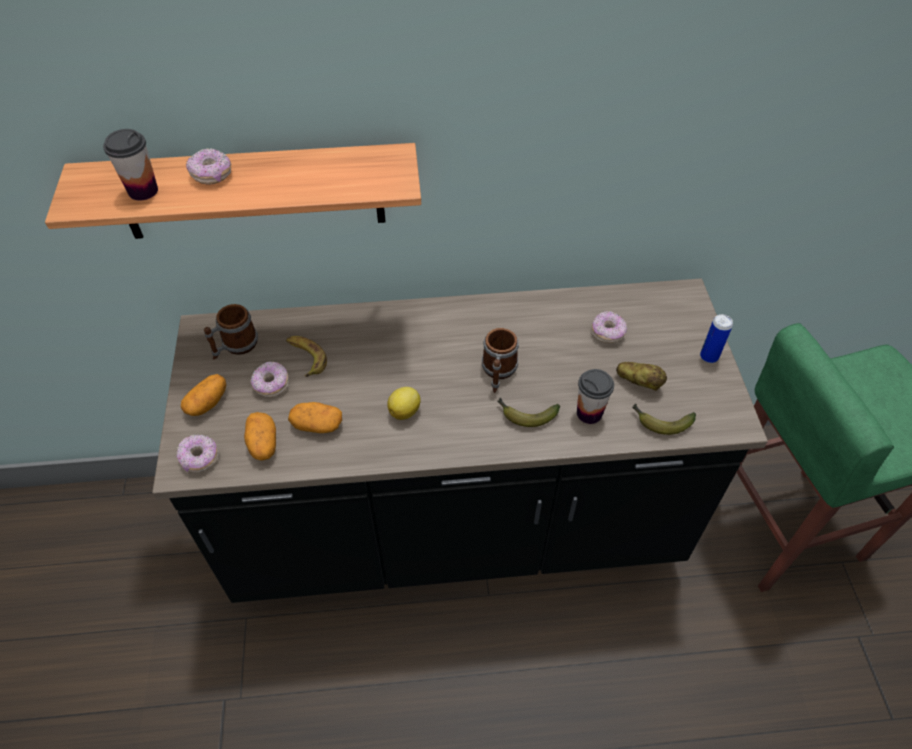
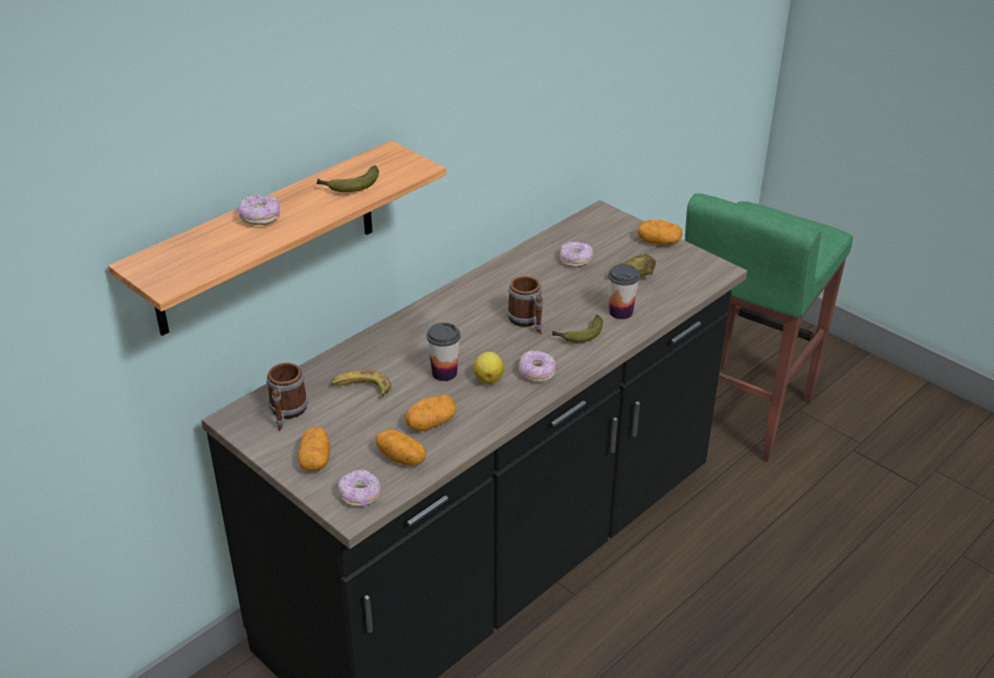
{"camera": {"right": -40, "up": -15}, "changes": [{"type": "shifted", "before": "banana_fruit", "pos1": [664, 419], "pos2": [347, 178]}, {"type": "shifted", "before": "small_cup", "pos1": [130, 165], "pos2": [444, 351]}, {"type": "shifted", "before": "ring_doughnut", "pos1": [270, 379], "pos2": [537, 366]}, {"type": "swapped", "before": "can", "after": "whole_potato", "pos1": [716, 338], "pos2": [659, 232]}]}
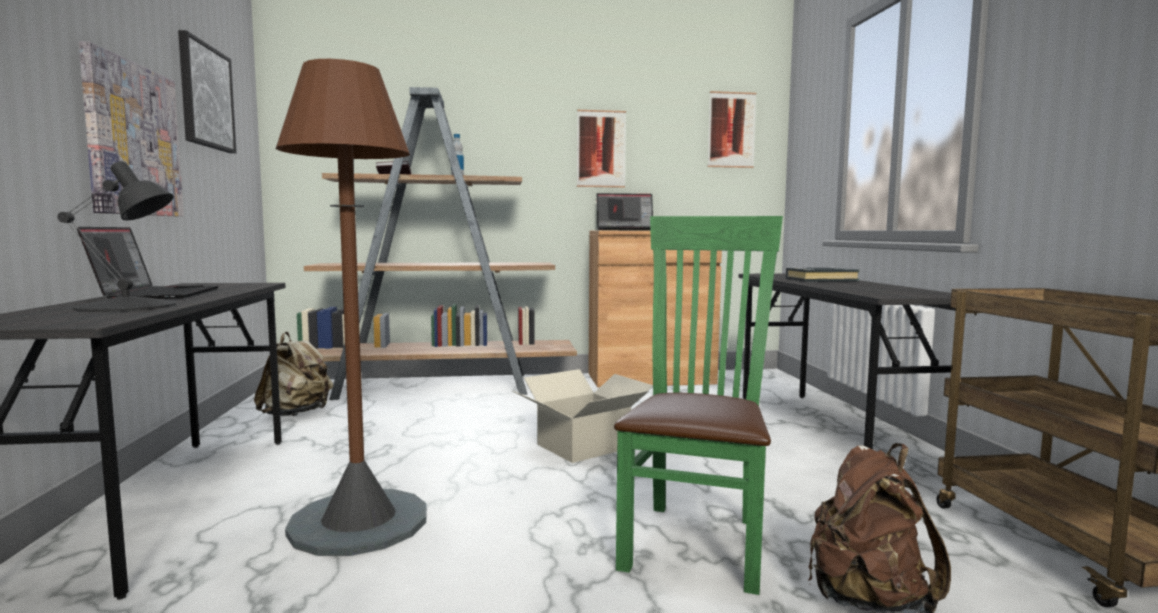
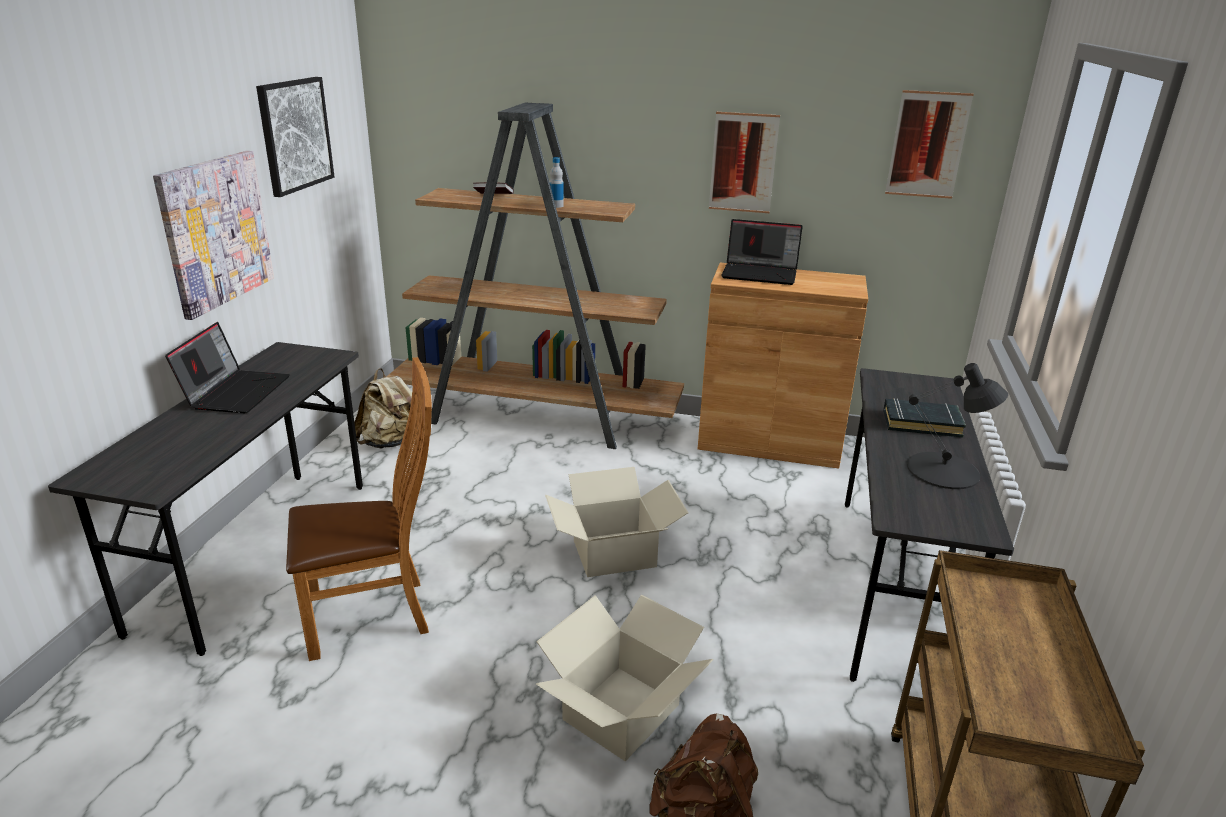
{"camera": {"right": 20, "up": 20}, "changes": [{"type": "swapped", "before": "brown-coloured_standing_lamp", "after": "brown-coloured_plain_chair", "pos1": [351, 307], "pos2": [359, 509]}, {"type": "swapped", "before": "greenish_plain_chair", "after": "cardboard_box", "pos1": [698, 405], "pos2": [624, 678]}, {"type": "shifted", "before": "blackish_table_lamp", "pos1": [116, 236], "pos2": [957, 426]}]}
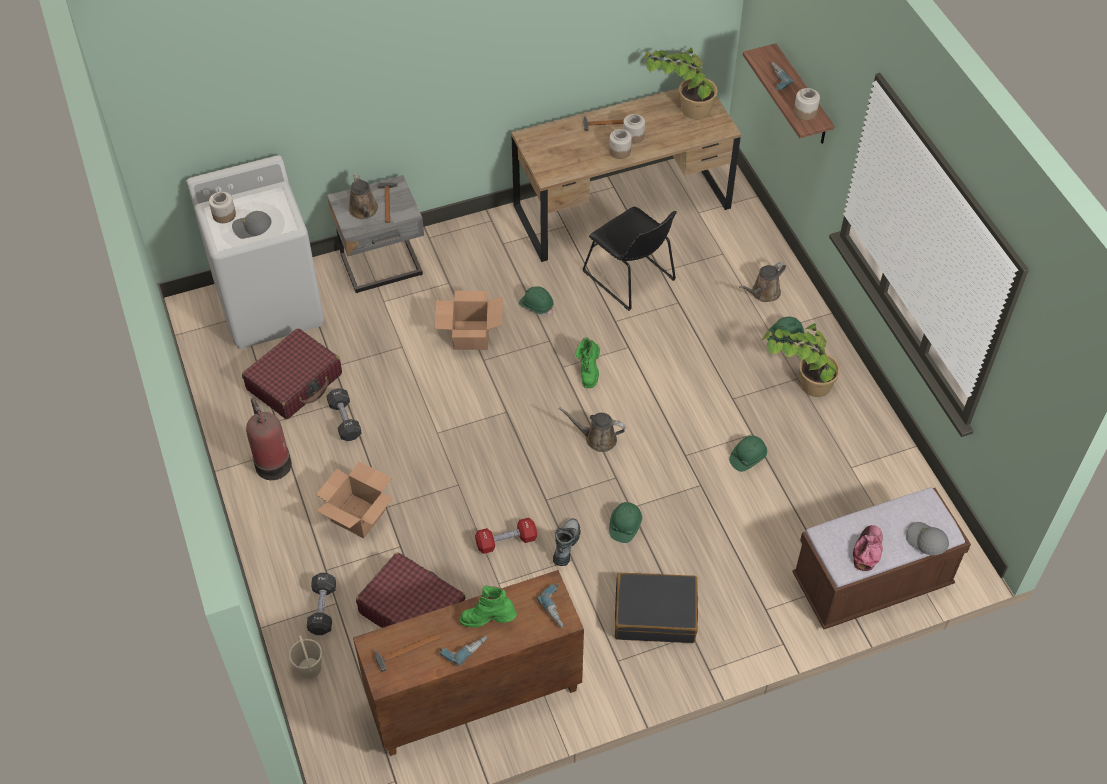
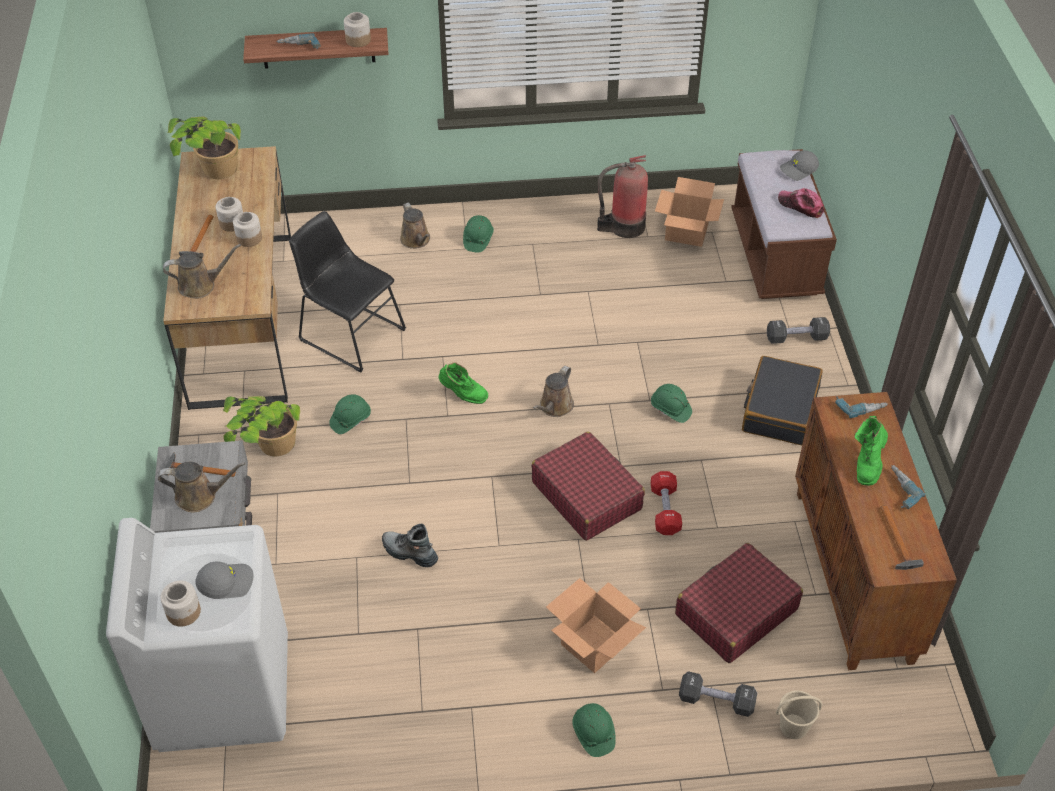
{"camera": {"right": -75, "up": -5}, "changes": [{"type": "new", "after": "brown-coloured_watering_can", "pos2": [202, 271]}, {"type": "rotated", "before": "grey_peaked_cap", "pos1": [251, 225], "pos2": [225, 580], "turn": -120}, {"type": "shifted", "before": "plant_in_a_pot", "pos1": [800, 360], "pos2": [261, 426]}, {"type": "rotated", "before": "blackish_plain_chair", "pos1": [629, 259], "pos2": [347, 291], "turn": -120}, {"type": "shifted", "before": "high-top_boot", "pos1": [566, 542], "pos2": [410, 545]}, {"type": "shifted", "before": "reddish_piece_of_luggage", "pos1": [292, 373], "pos2": [588, 486]}, {"type": "shifted", "before": "greenish_hard_hat", "pos1": [748, 454], "pos2": [594, 730]}, {"type": "shifted", "before": "fire_extinguisher", "pos1": [269, 439], "pos2": [622, 196]}, {"type": "shifted", "before": "cardboard_box", "pos1": [469, 320], "pos2": [689, 212]}, {"type": "shifted", "before": "blackish_hand_weight", "pos1": [344, 414], "pos2": [798, 330]}]}
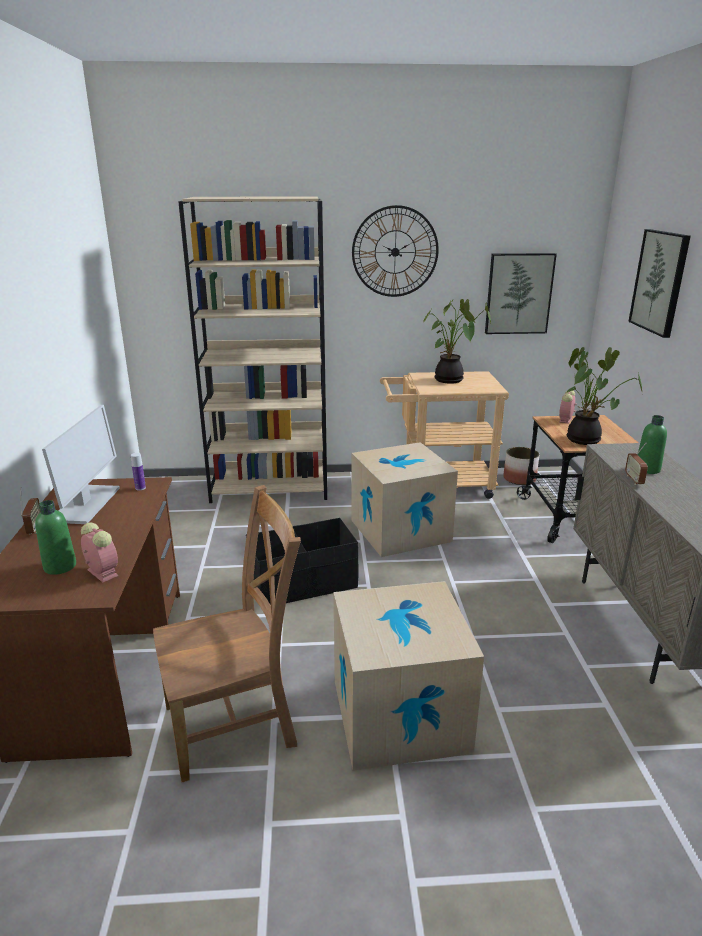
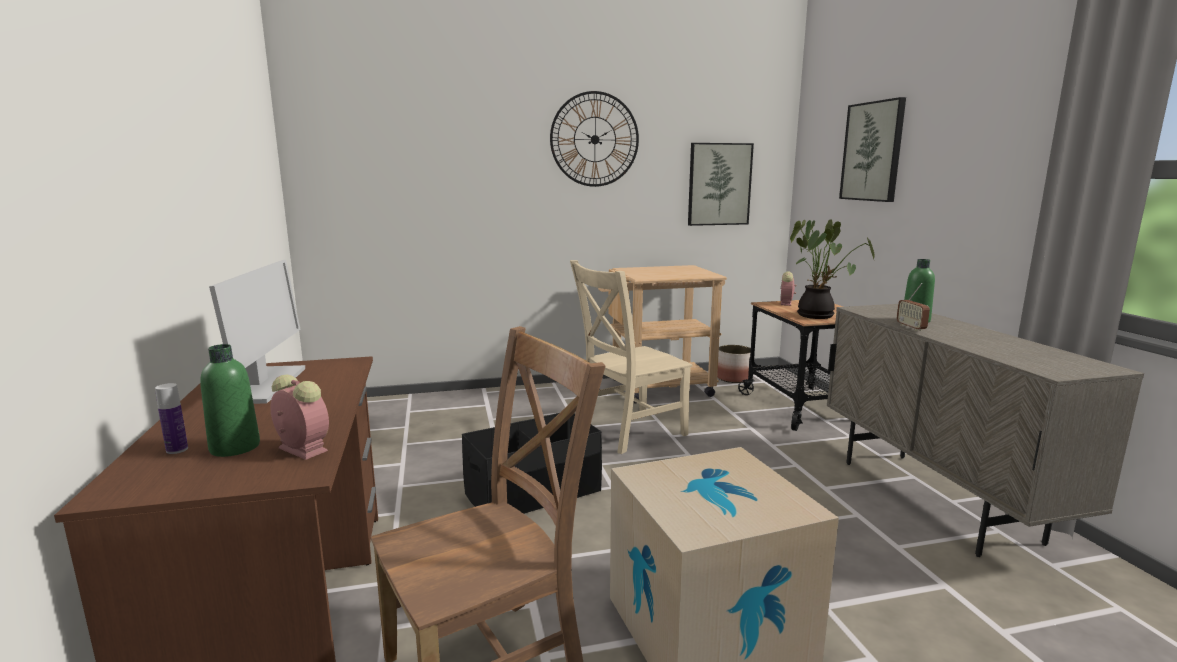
{"camera": {"right": -10, "up": -10}, "changes": [{"type": "shifted", "before": "bottle", "pos1": [138, 471], "pos2": [171, 418]}, {"type": "swapped", "before": "cardboard_box", "after": "beige-coloured_plain_chair", "pos1": [404, 499], "pos2": [631, 357]}, {"type": "gone", "before": "radio_set", "pos1": [30, 511]}, {"type": "gone", "before": "beige-coloured_shelving_unit", "pos1": [252, 349]}, {"type": "gone", "before": "plant_in_a_pot", "pos1": [457, 341]}]}
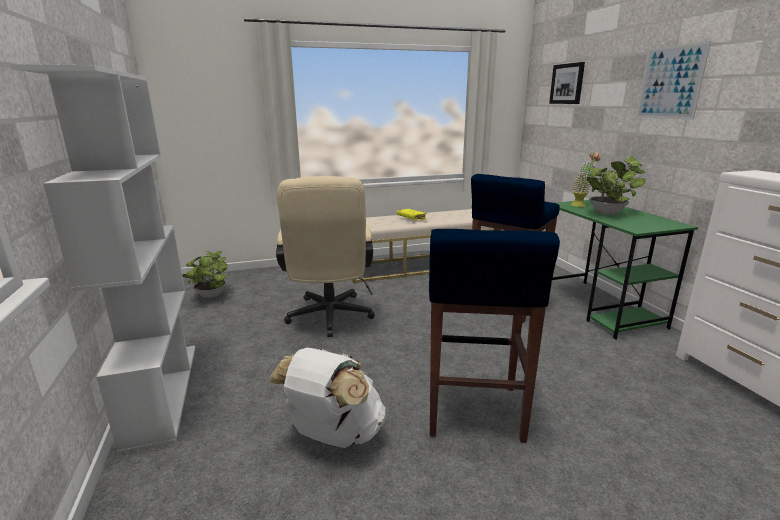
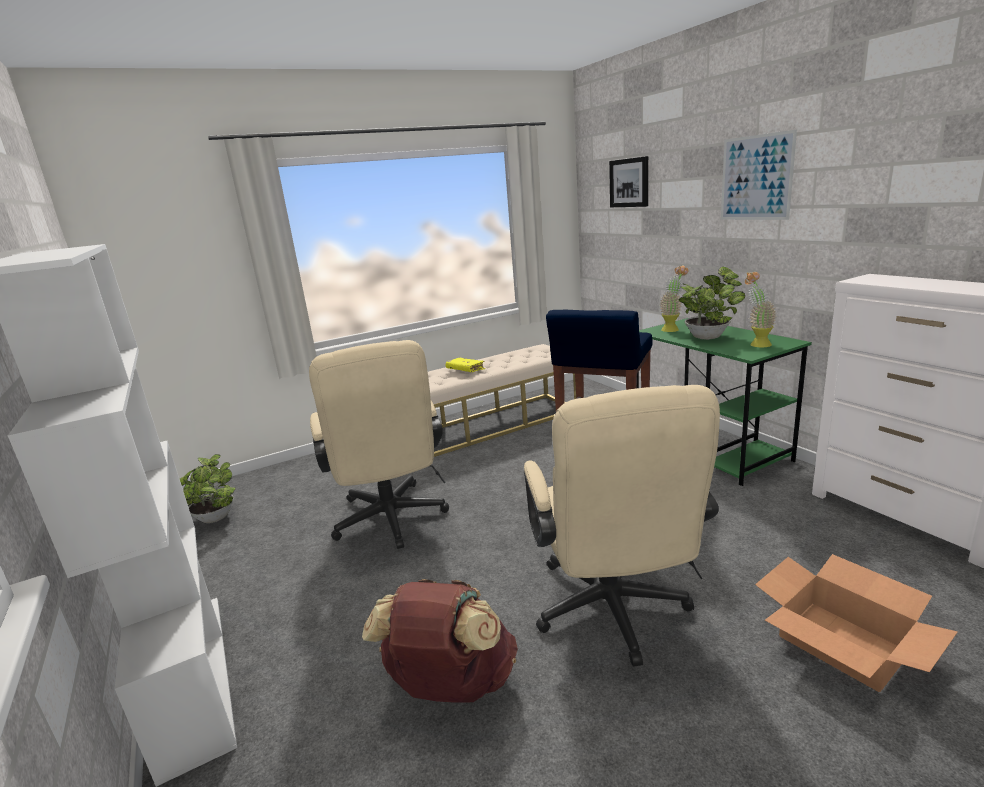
{"camera": {"right": -10, "up": 0}, "changes": [{"type": "repainted", "before": "whitish_knapsack", "after": "brown-coloured_knapsack", "pos1": [327, 398], "pos2": [440, 641]}, {"type": "swapped", "before": "blue_stool_seat", "after": "beige-coloured_office_chair", "pos1": [494, 336], "pos2": [622, 526]}, {"type": "new", "after": "plant_in_a_pot", "pos2": [760, 309]}, {"type": "new", "after": "cardboard_box", "pos2": [856, 623]}]}
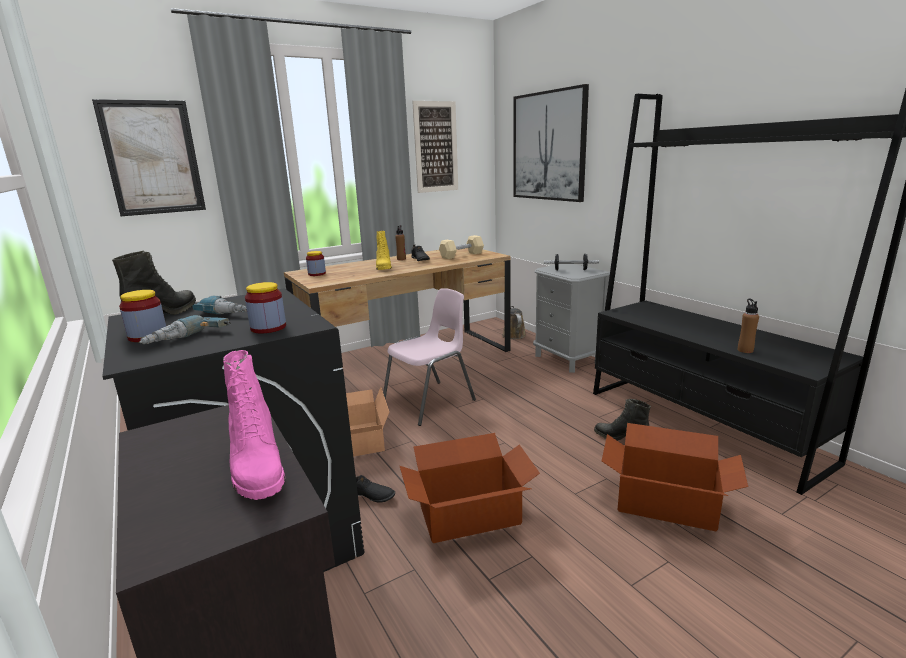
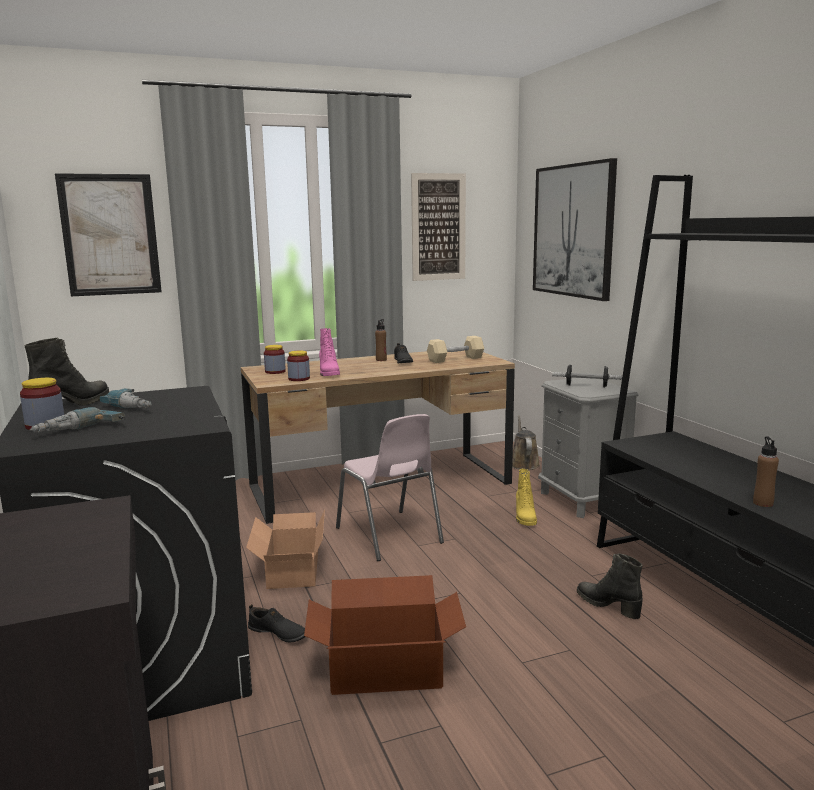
{"camera": {"right": 10, "up": -5}, "changes": [{"type": "shifted", "before": "preserve_jar", "pos1": [265, 307], "pos2": [298, 366]}, {"type": "shifted", "before": "pink_high-top_boot", "pos1": [254, 425], "pos2": [329, 352]}, {"type": "rotated", "before": "pink_plain_chair", "pos1": [429, 357], "pos2": [390, 487], "turn": 90}, {"type": "shifted", "before": "yellow-coloured_high-top_boot", "pos1": [384, 250], "pos2": [526, 497]}, {"type": "gone", "before": "cardboard_box", "pos1": [675, 477]}]}
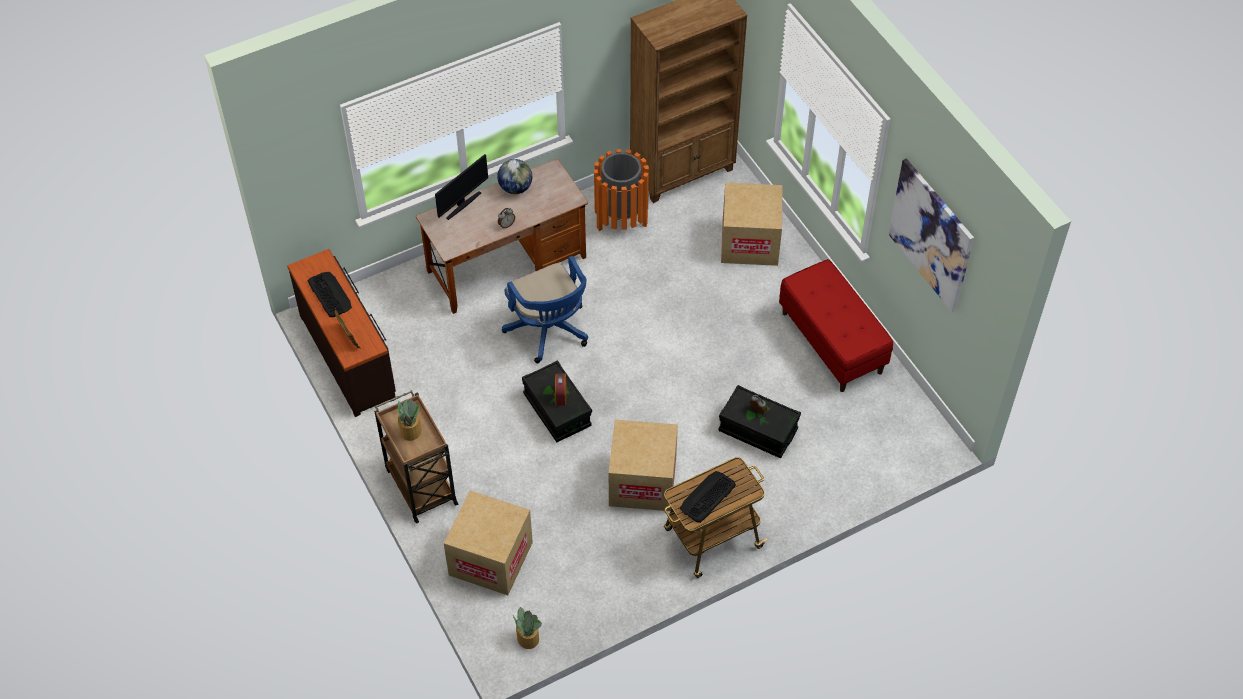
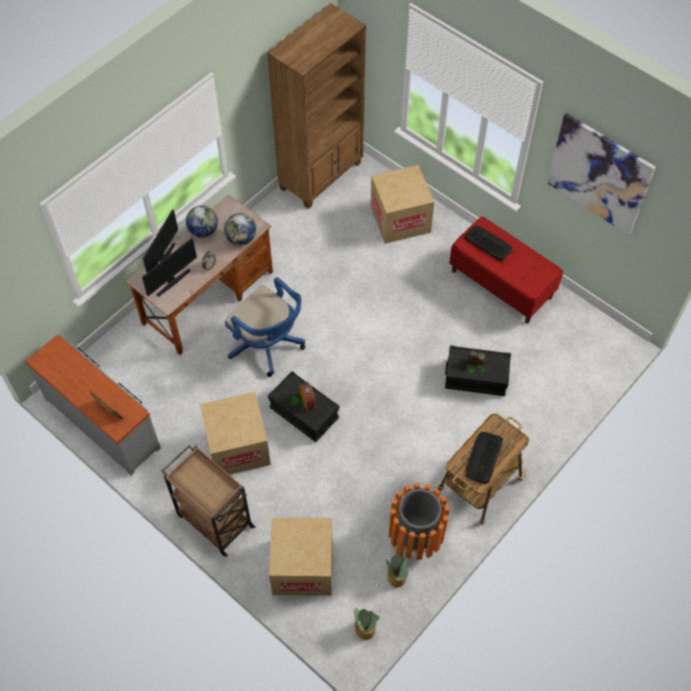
{"camera": {"right": -20, "up": 5}, "changes": [{"type": "repainted", "before": "brown-coloured_dresser", "after": "grey_dresser", "pos1": [341, 333], "pos2": [93, 404]}, {"type": "new", "after": "computer_screen", "pos2": [169, 267]}, {"type": "shifted", "before": "cardboard_box", "pos1": [643, 465], "pos2": [235, 433]}, {"type": "new", "after": "world_globe", "pos2": [240, 229]}, {"type": "shifted", "before": "plant_in_a_pot", "pos1": [409, 420], "pos2": [397, 571]}, {"type": "shifted", "before": "orange-coloured_waste_bin", "pos1": [621, 190], "pos2": [419, 521]}, {"type": "shifted", "before": "keyboard", "pos1": [330, 294], "pos2": [489, 243]}]}
